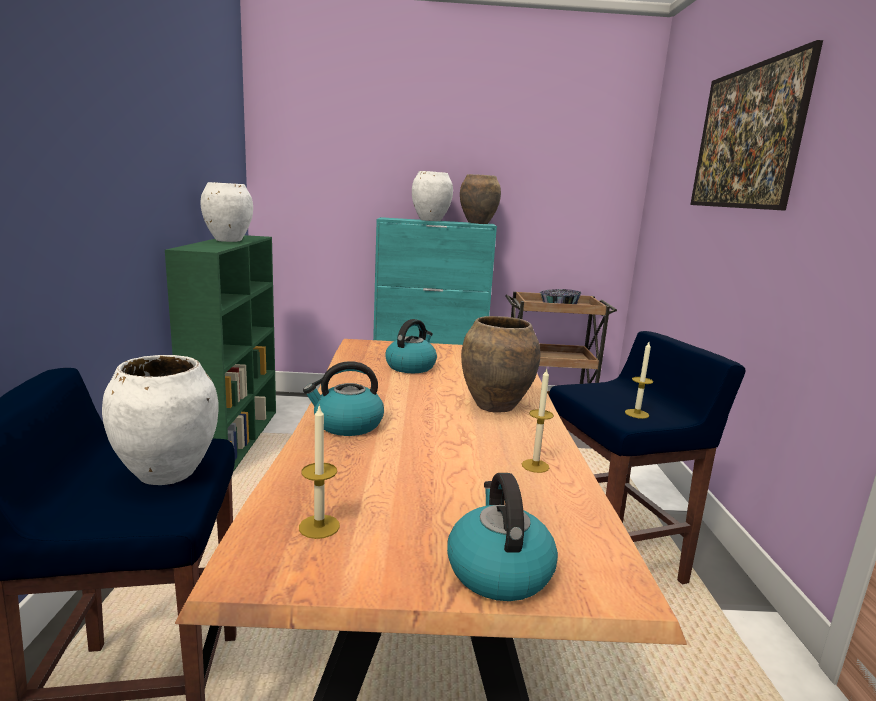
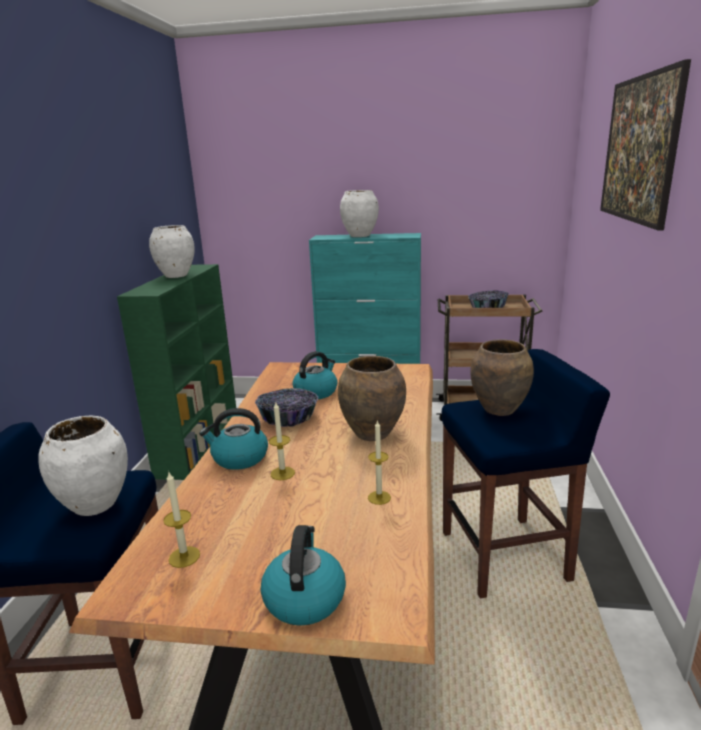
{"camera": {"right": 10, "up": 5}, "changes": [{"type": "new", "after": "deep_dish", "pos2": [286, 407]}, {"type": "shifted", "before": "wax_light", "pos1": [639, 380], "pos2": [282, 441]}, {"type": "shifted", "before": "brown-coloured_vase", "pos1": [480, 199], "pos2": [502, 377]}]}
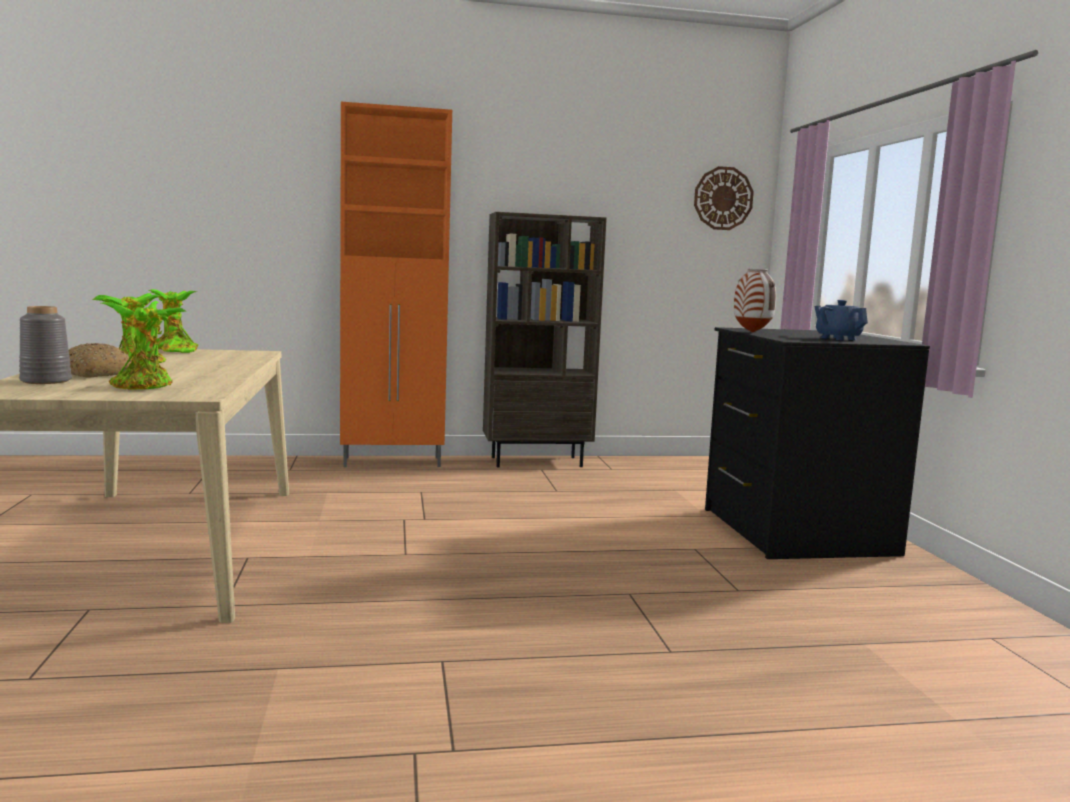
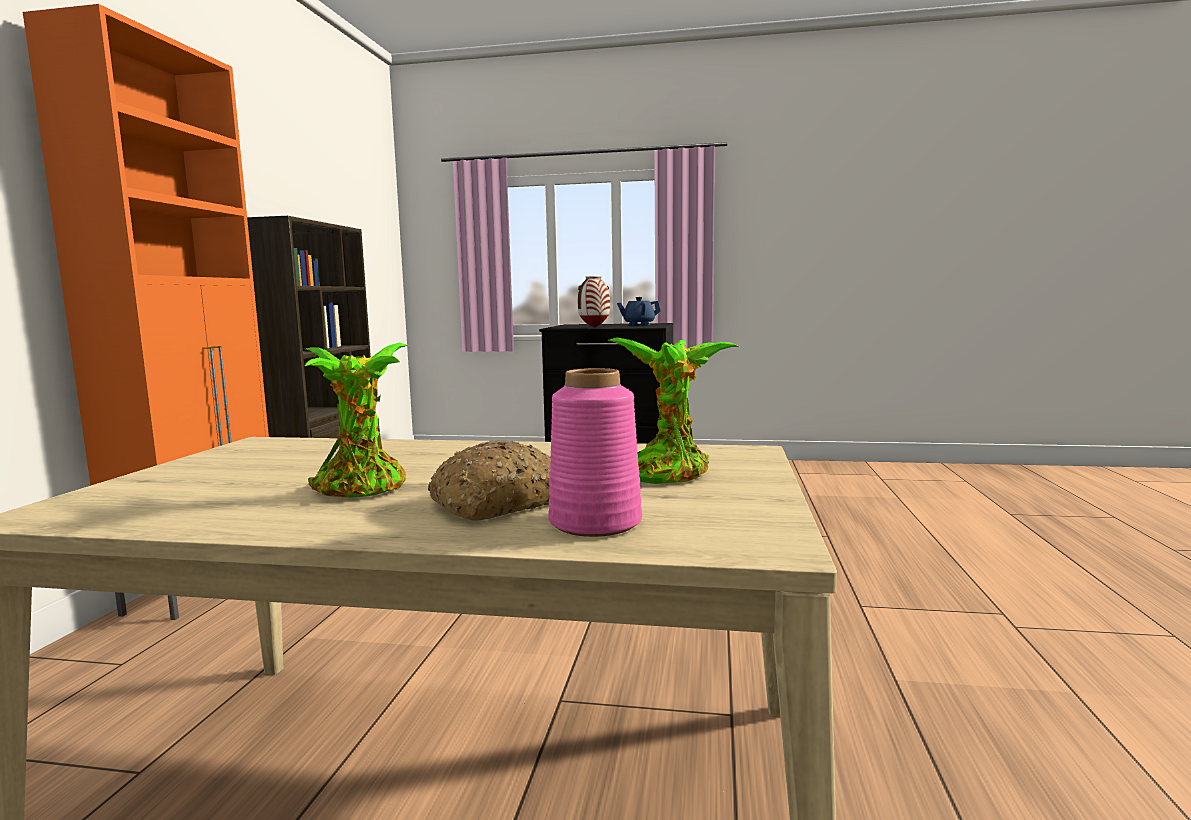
{"camera": {"right": -70, "up": 0}, "changes": [{"type": "repainted", "before": "grey_vase", "after": "pink_vase", "pos1": [45, 345], "pos2": [595, 452]}, {"type": "gone", "before": "plant_in_a_pot", "pos1": [173, 321]}, {"type": "gone", "before": "wall_clock", "pos1": [724, 198]}]}
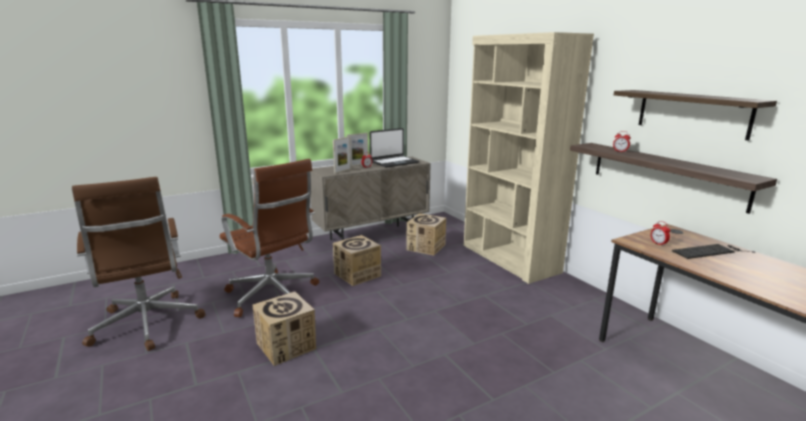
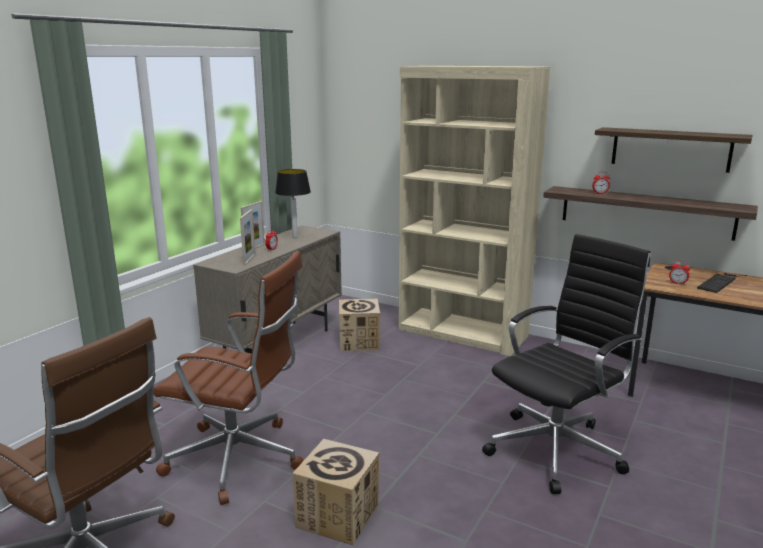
{"camera": {"right": -30, "up": 0}, "changes": [{"type": "swapped", "before": "portable_computer", "after": "table_lamp", "pos1": [394, 148], "pos2": [293, 203]}, {"type": "new", "after": "blackish_office_chair", "pos2": [566, 364]}, {"type": "gone", "before": "cardboard_box", "pos1": [357, 260]}]}
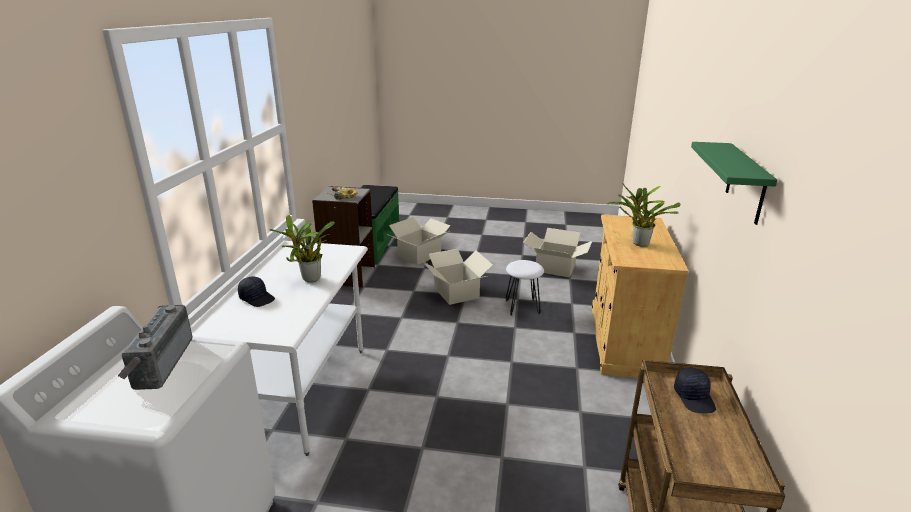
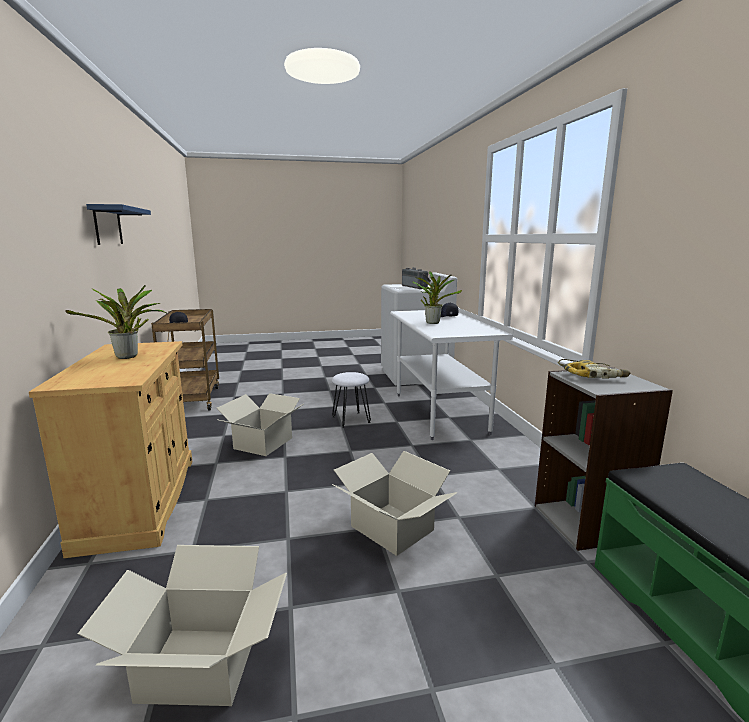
{"camera": {"right": 160, "up": -10}, "changes": [{"type": "repainted", "before": "greenish_wall_shelf", "after": "blue_wall_shelf", "pos1": [734, 183], "pos2": [118, 224]}, {"type": "shifted", "before": "cardboard_box", "pos1": [418, 241], "pos2": [260, 424]}, {"type": "shifted", "before": "whitish_stool_seat", "pos1": [525, 288], "pos2": [351, 400]}]}
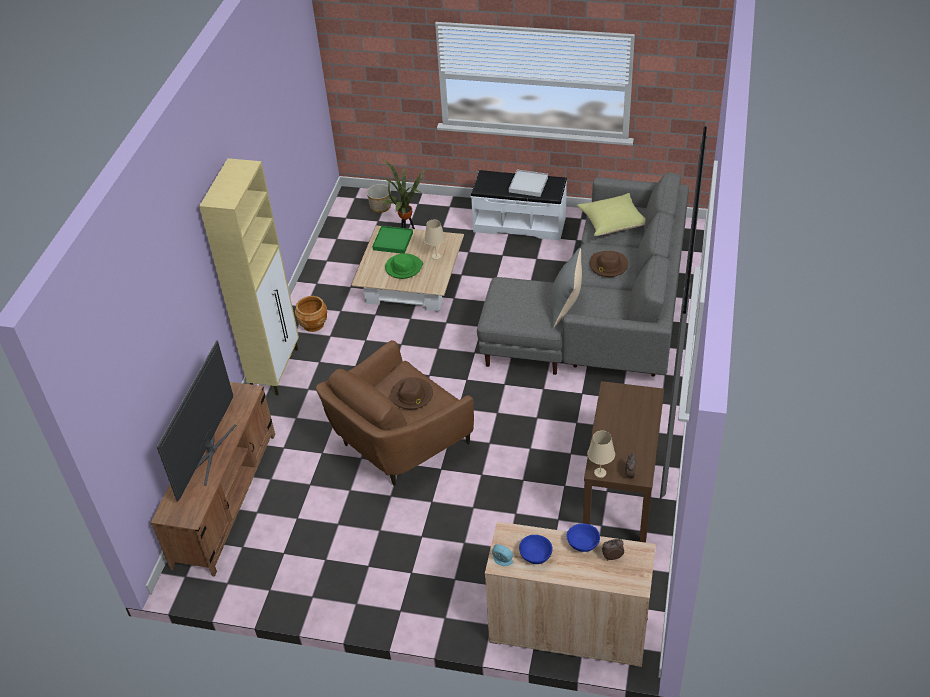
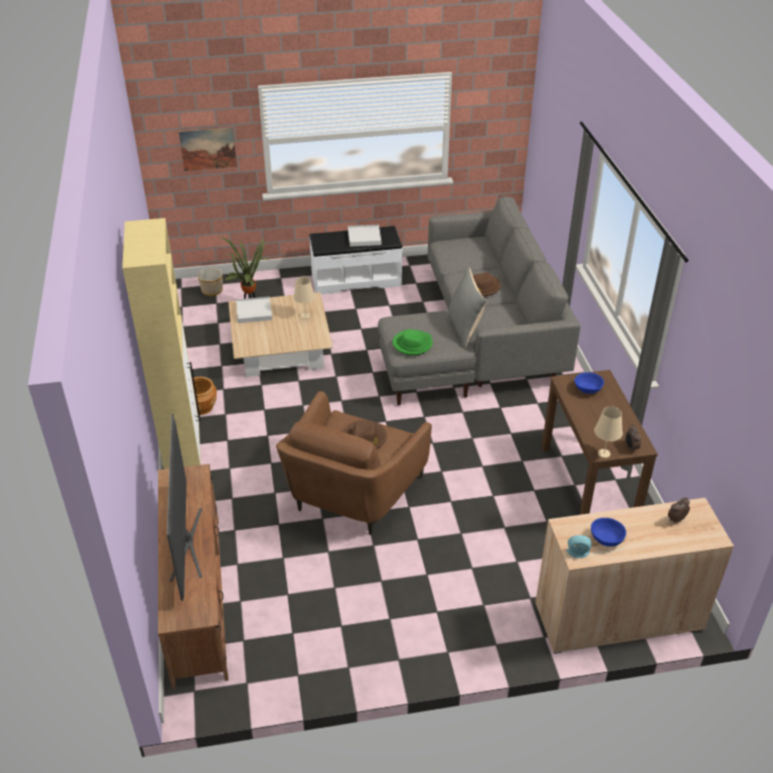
{"camera": {"right": -25, "up": -5}, "changes": [{"type": "new", "after": "wall_art", "pos2": [208, 149]}, {"type": "repainted", "before": "greenish_serving_tray", "after": "whitish_serving_tray", "pos1": [392, 240], "pos2": [254, 310]}, {"type": "shifted", "before": "greenish_wearable_hat", "pos1": [404, 266], "pos2": [412, 342]}, {"type": "shifted", "before": "blue_deep_dish", "pos1": [583, 537], "pos2": [589, 383]}, {"type": "gone", "before": "yellow-coloured_cushion", "pos1": [611, 214]}]}
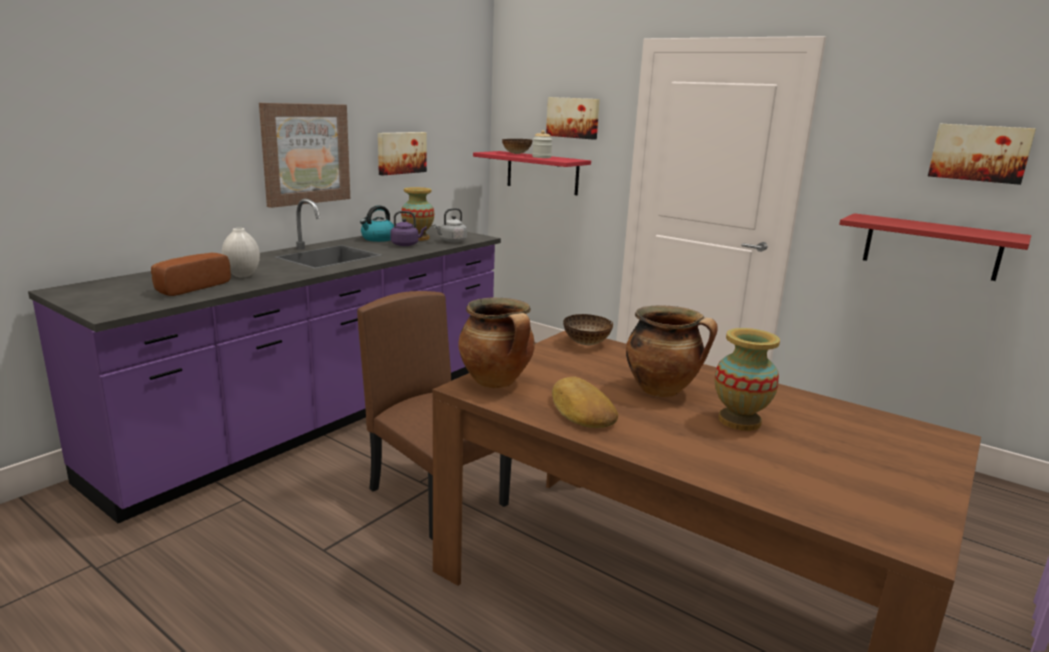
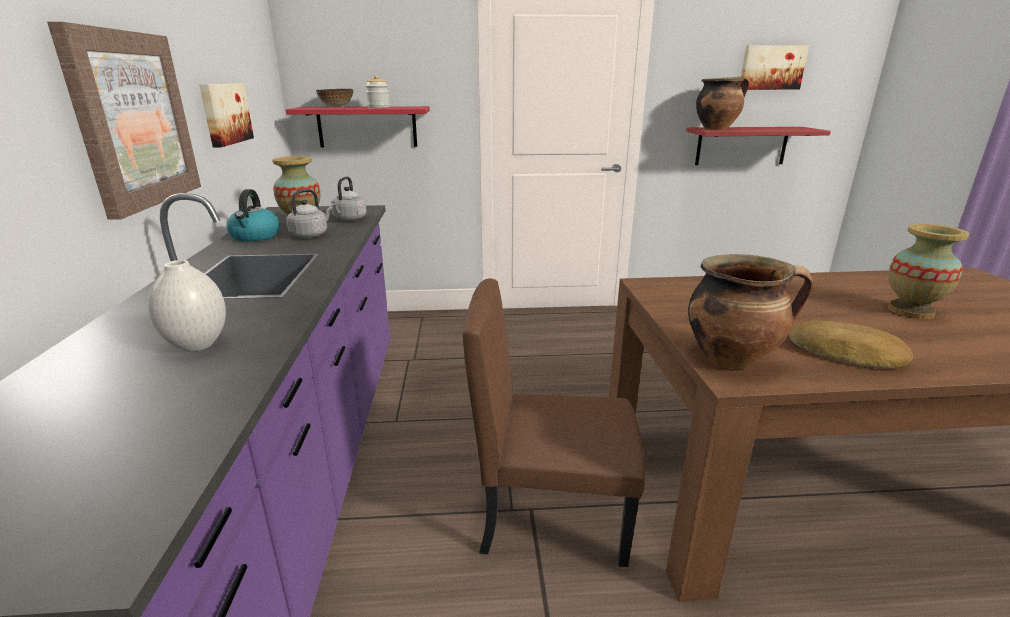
{"camera": {"right": -40, "up": 5}, "changes": [{"type": "repainted", "before": "purple_kettle", "after": "grey_kettle", "pos1": [408, 228], "pos2": [309, 213]}, {"type": "shifted", "before": "stockpot", "pos1": [672, 351], "pos2": [722, 103]}, {"type": "gone", "before": "baked_bread", "pos1": [191, 274]}, {"type": "gone", "before": "wall_art", "pos1": [573, 118]}, {"type": "gone", "before": "deep_dish", "pos1": [588, 329]}]}
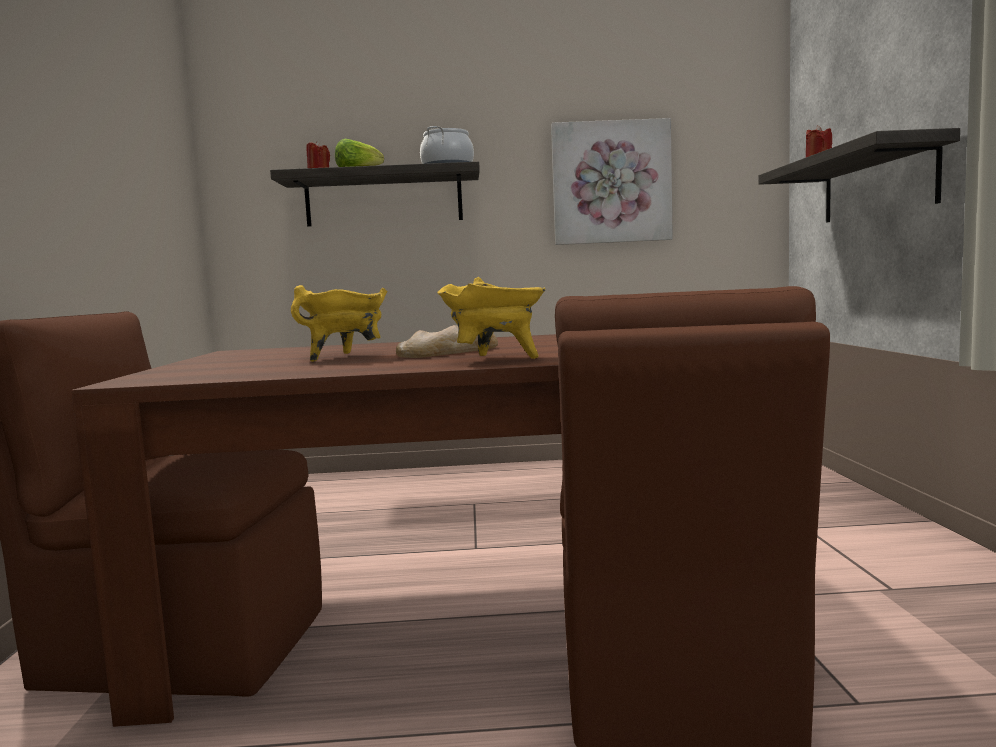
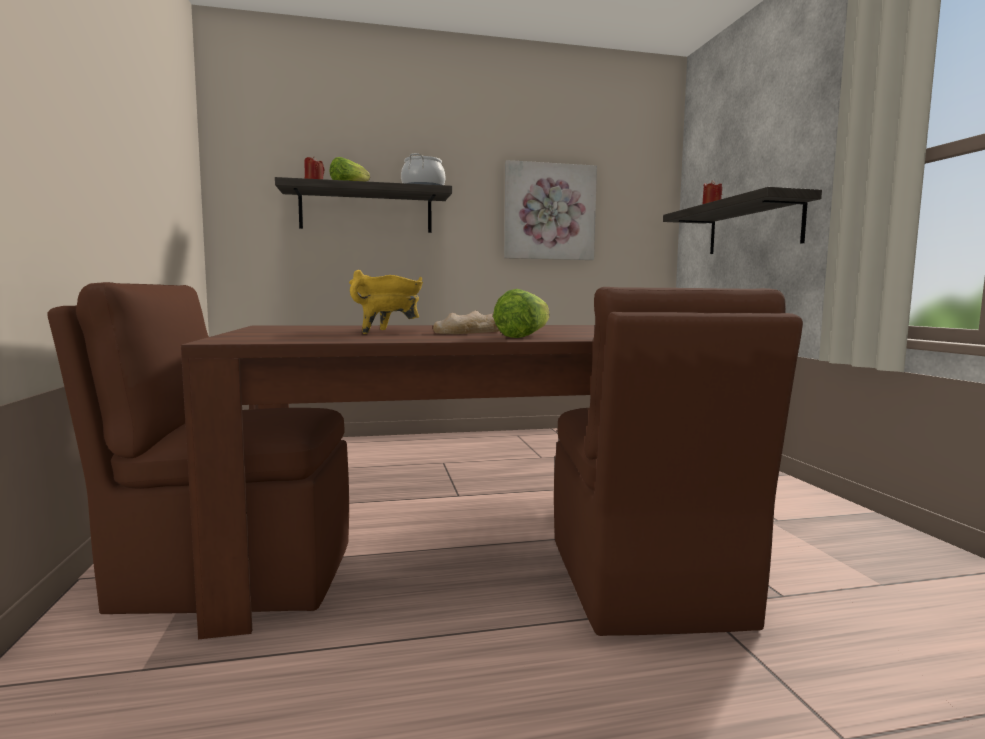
{"camera": {"right": -10, "up": 0}, "changes": [{"type": "swapped", "before": "yellow-coloured_stockpot", "after": "lettuce", "pos1": [491, 318], "pos2": [521, 313]}]}
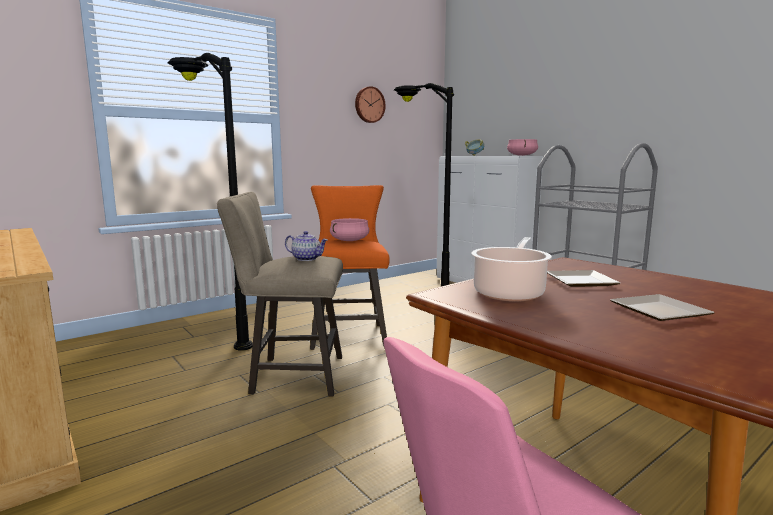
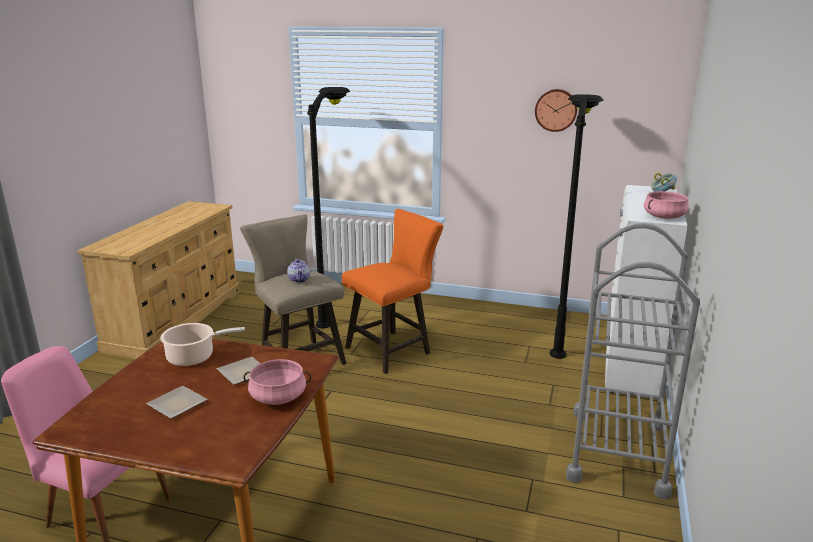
{"camera": {"right": 55, "up": 10}, "changes": [{"type": "shifted", "before": "pink_stockpot", "pos1": [349, 229], "pos2": [277, 382]}]}
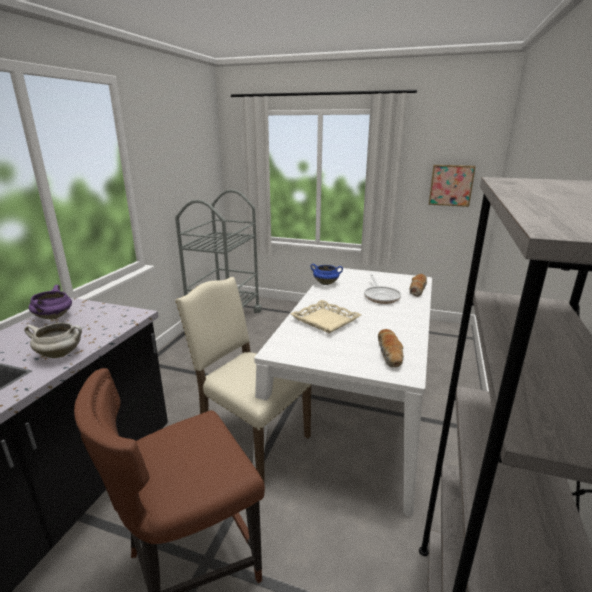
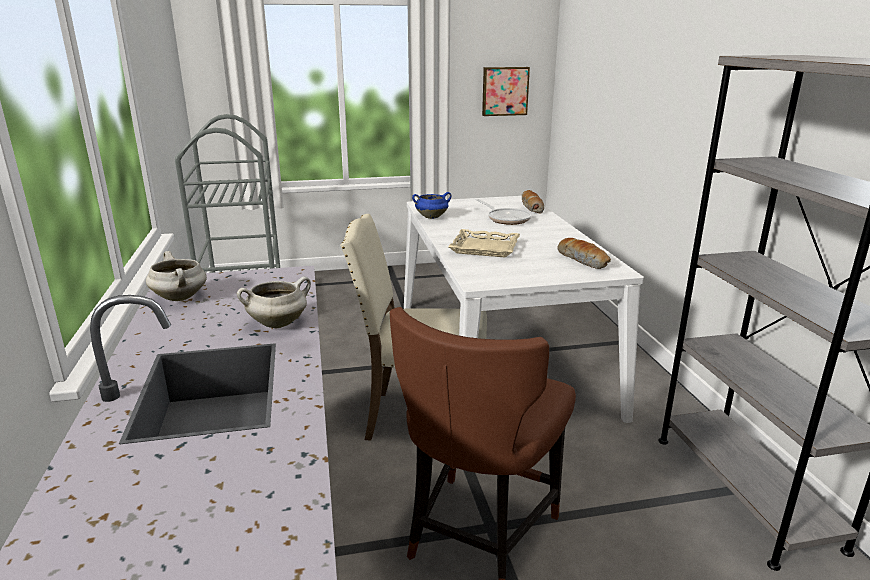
{"camera": {"right": -30, "up": 0}, "changes": [{"type": "repainted", "before": "purple_stockpot", "after": "whitish_stockpot", "pos1": [50, 302], "pos2": [176, 276]}]}
